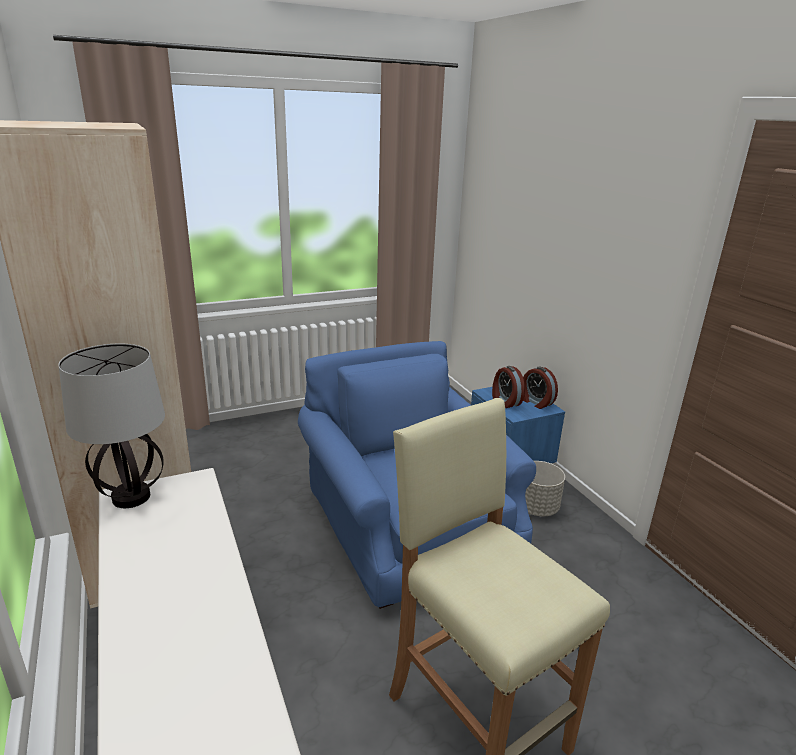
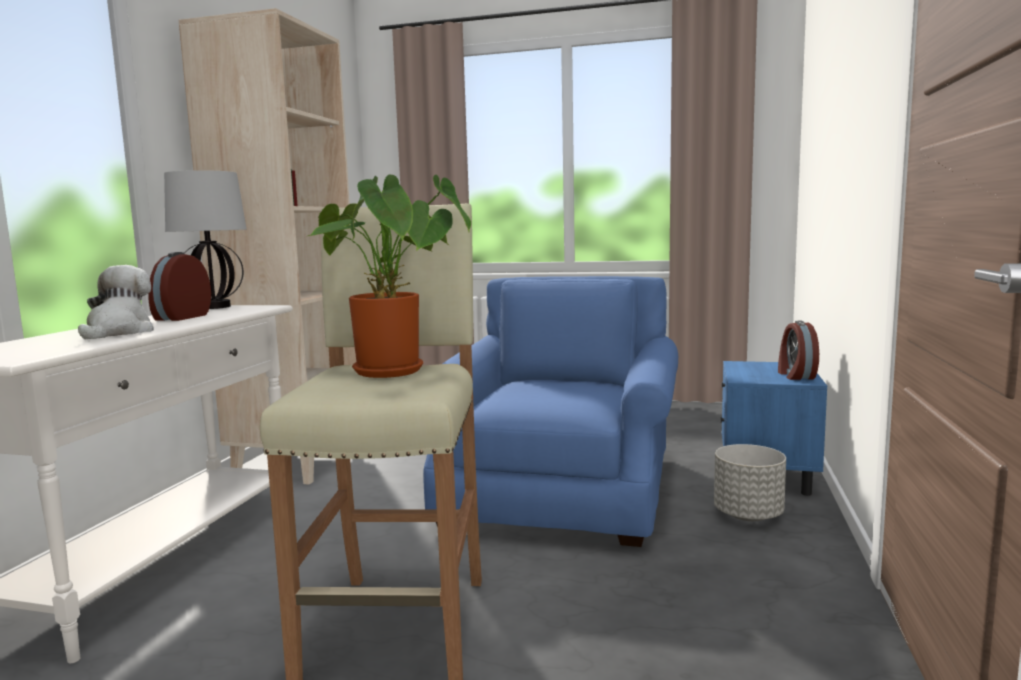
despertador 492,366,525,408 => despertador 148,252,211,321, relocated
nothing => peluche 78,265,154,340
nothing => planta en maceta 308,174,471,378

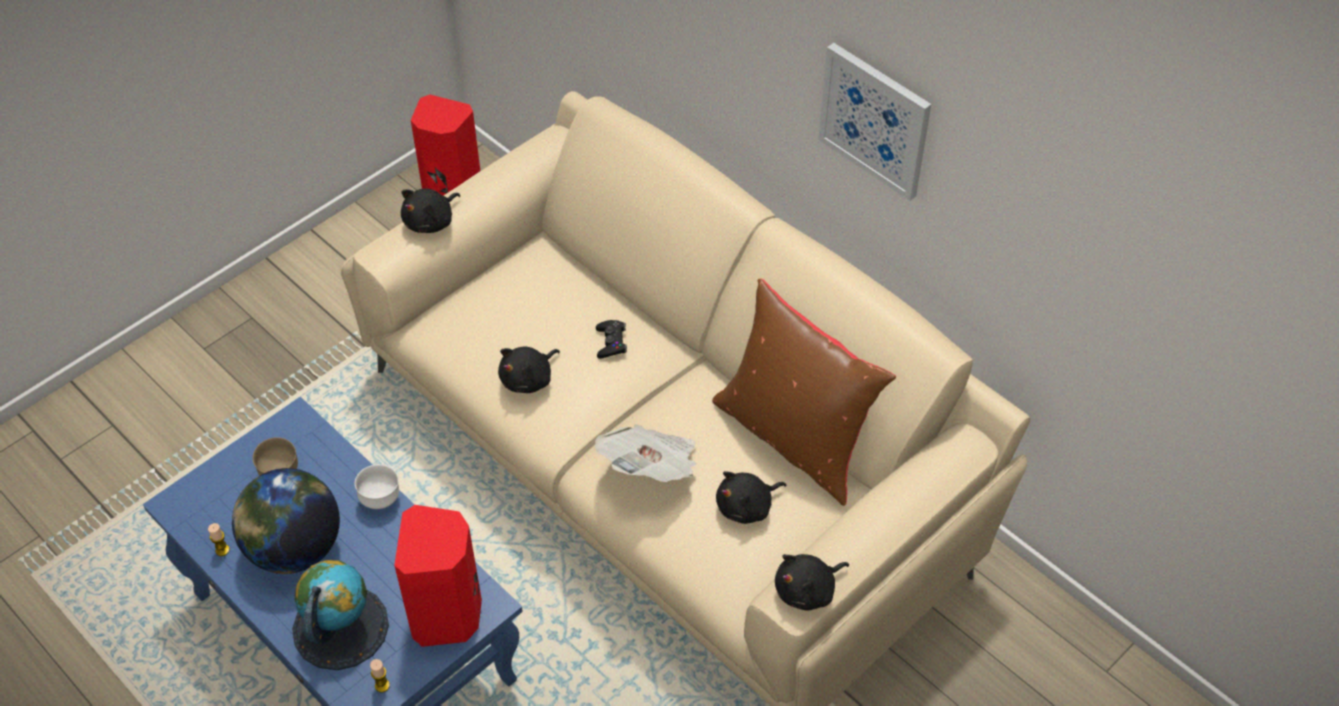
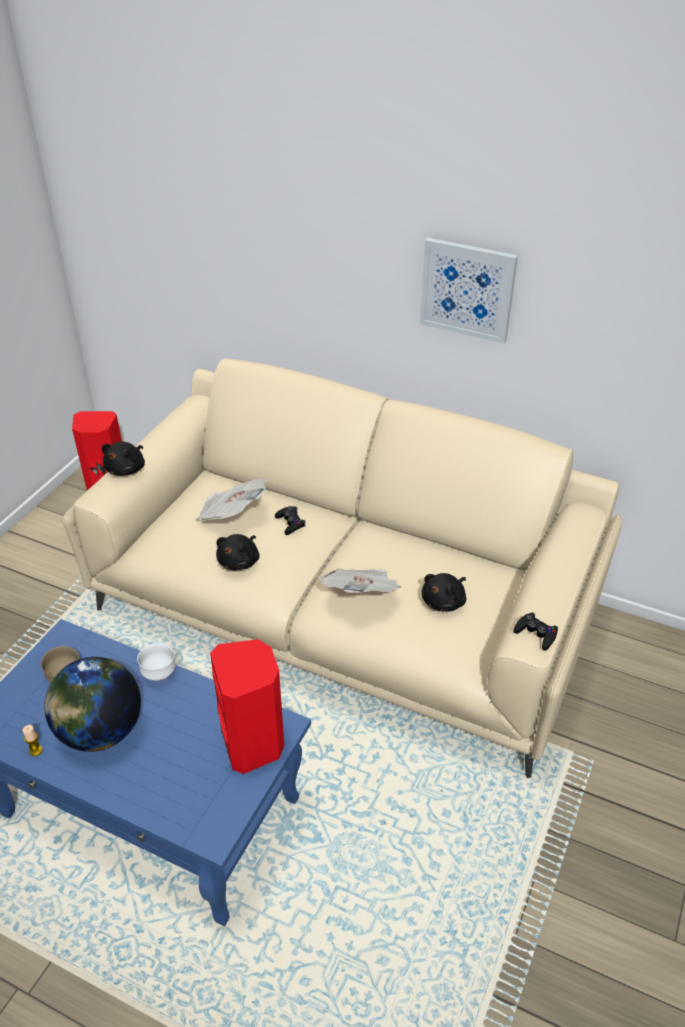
globo terráqueo 292,560,389,670 => nothing
vela 370,659,390,692 => nothing
cojín/marrón 712,279,896,506 => nothing
peluche/negro 775,554,849,611 => mando de consola/negro 514,612,558,651
nothing => periódico 196,479,267,521

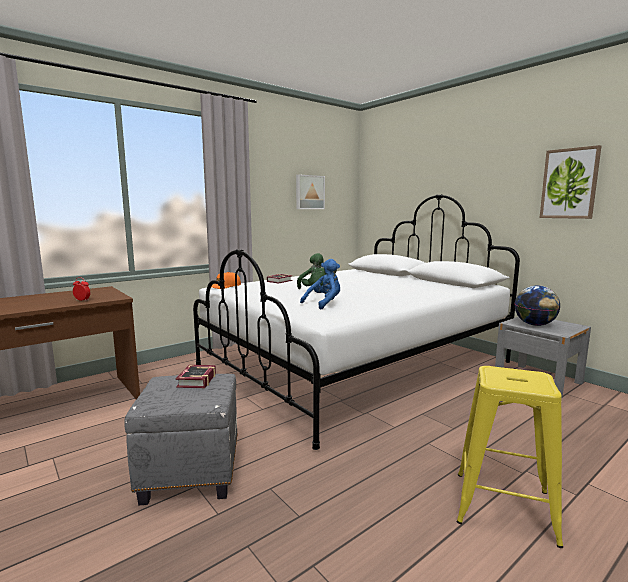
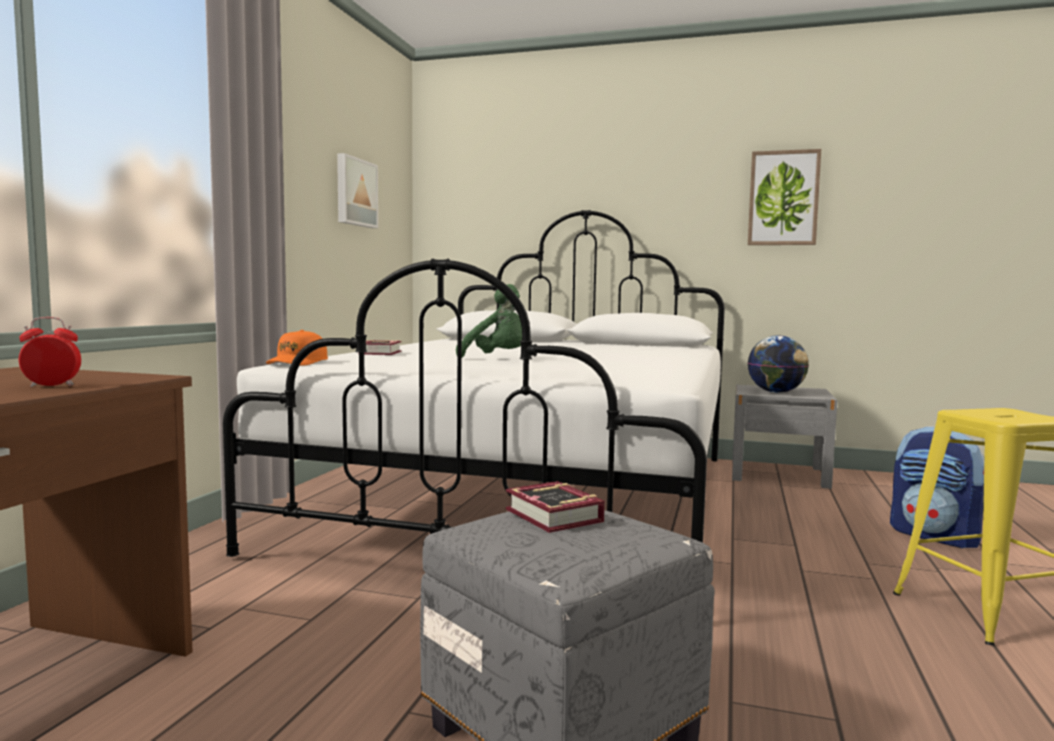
peluche/azul 300,259,340,309 => nothing
nothing => mochila 890,426,984,548

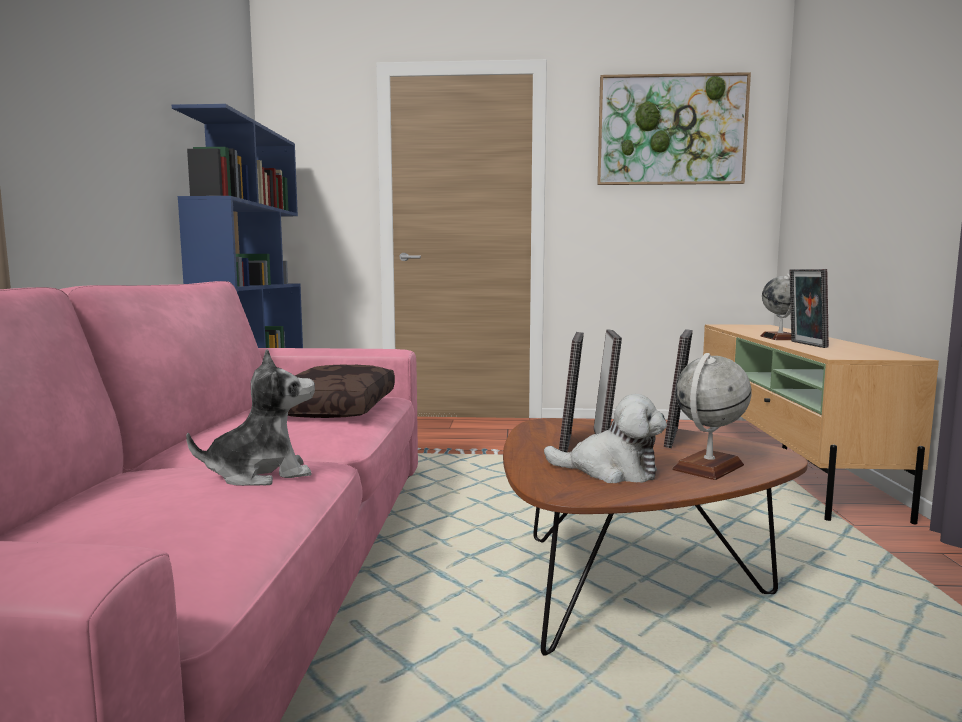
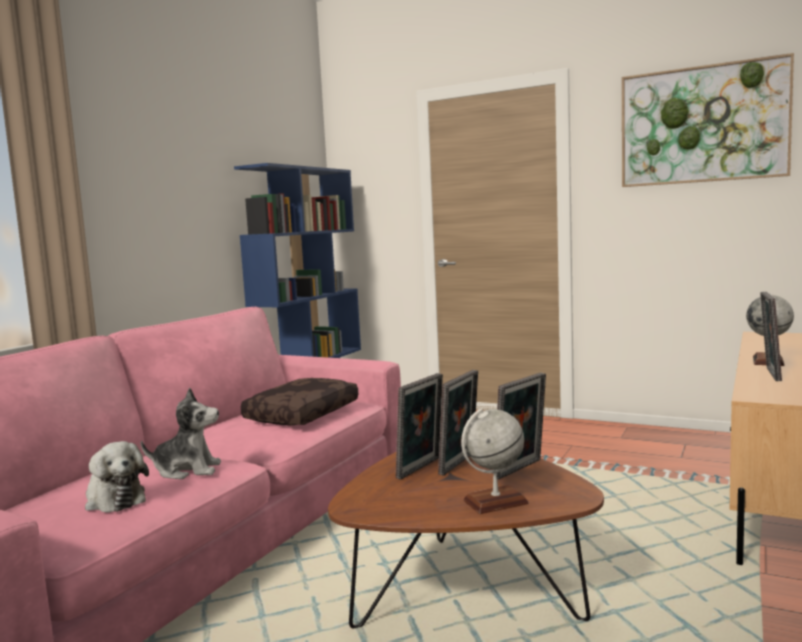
peluche 544,394,667,483 => peluche 85,441,149,513, relocated

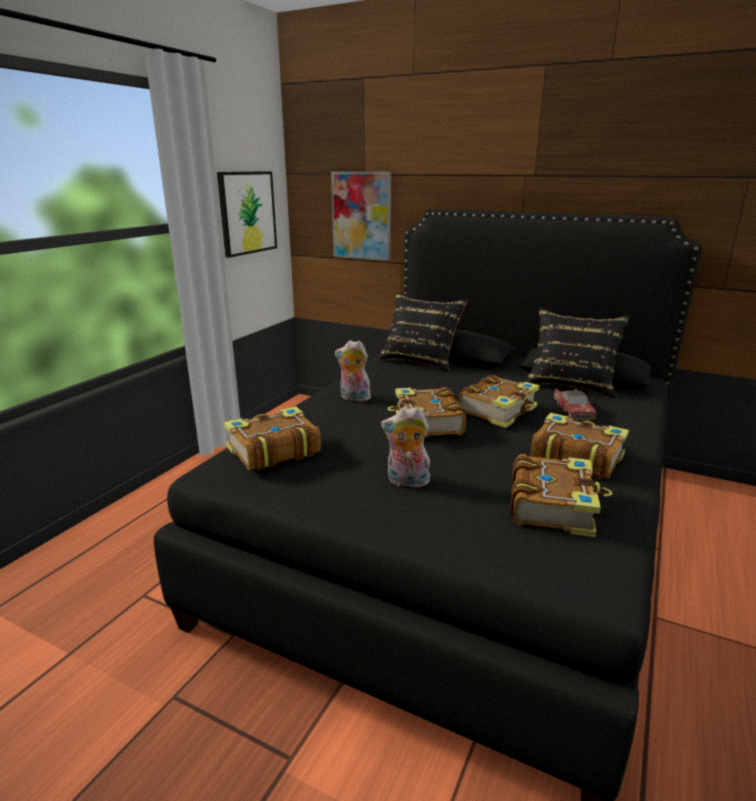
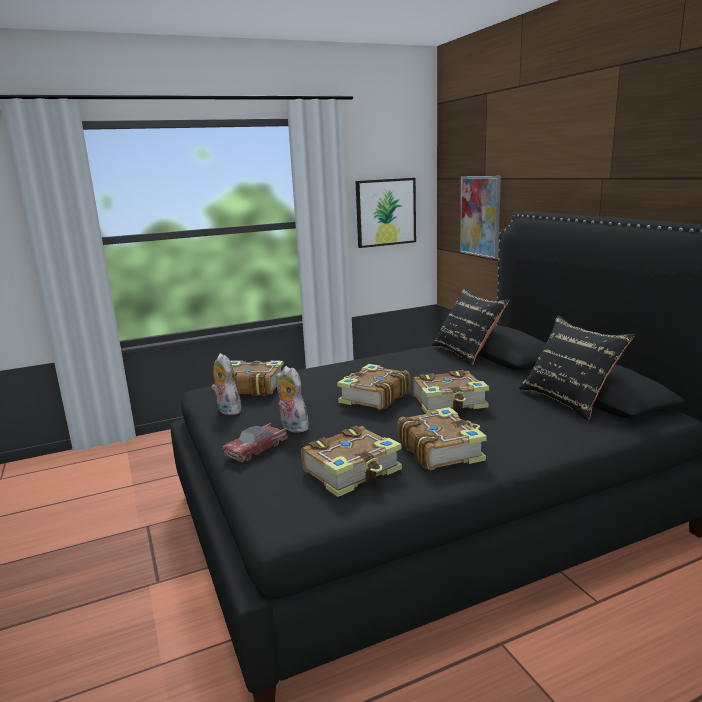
peluche 335,340,374,403 => peluche 211,353,241,415, relocated
coche de juguete 554,389,597,420 => coche de juguete 222,423,288,462, relocated

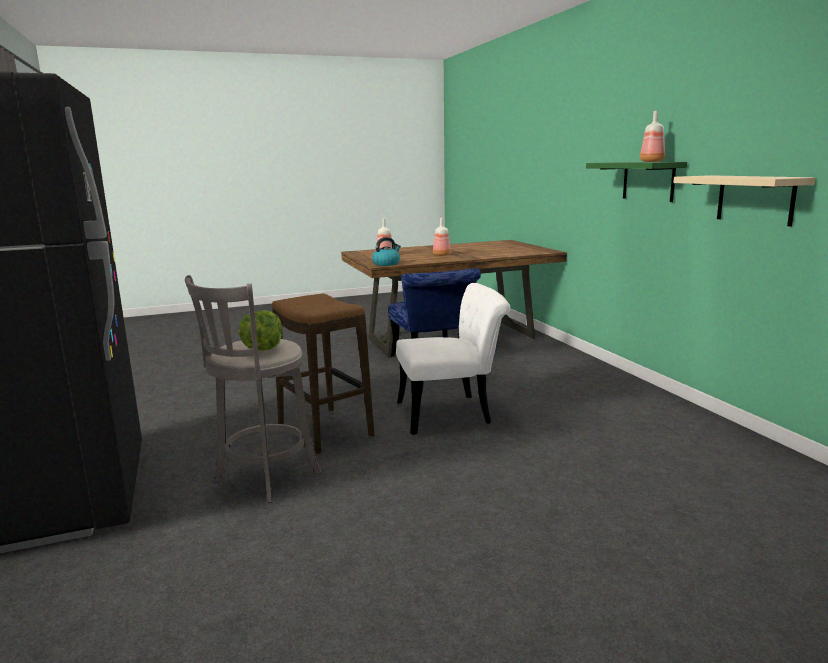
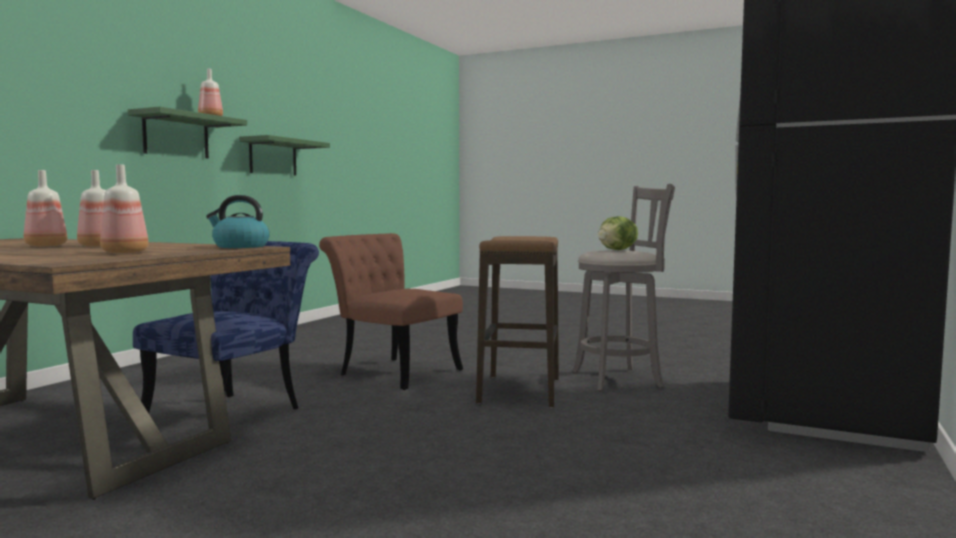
silla/blanco 396,283,511,435 => silla/marrón 319,233,463,390
estante/beis 673,175,816,226 => estante/verde 239,135,330,176
nothing => botella 24,170,67,247

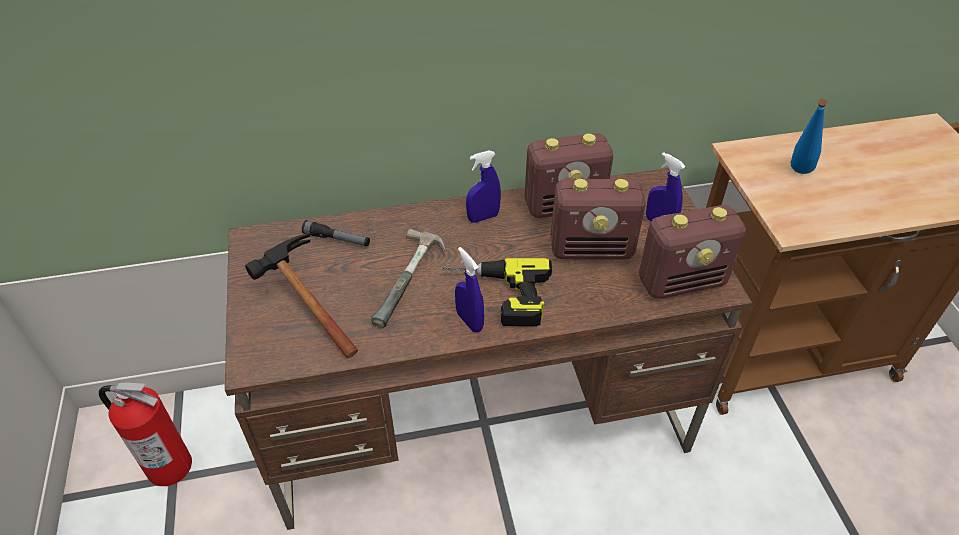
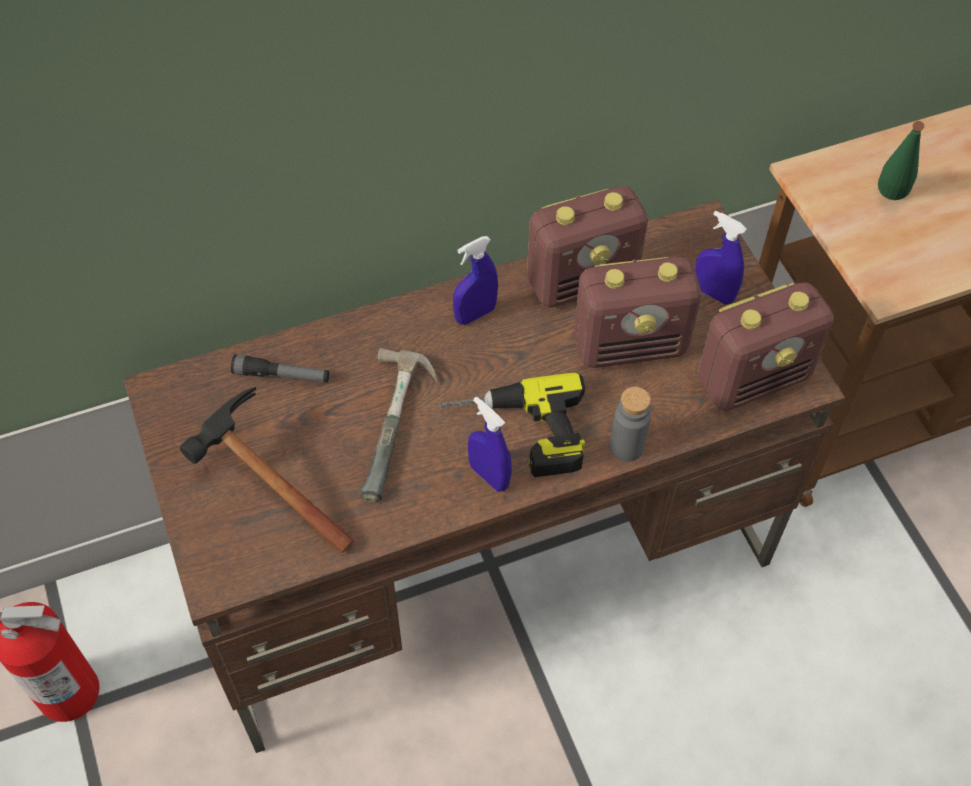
botella/azul 791,99,827,174 => botella/verde 878,121,924,200
nothing => botella/gris 610,387,651,462

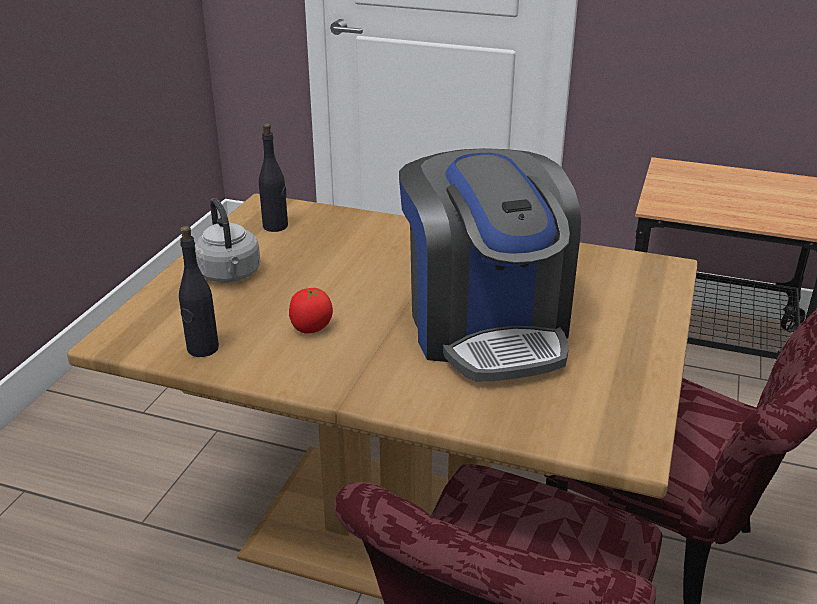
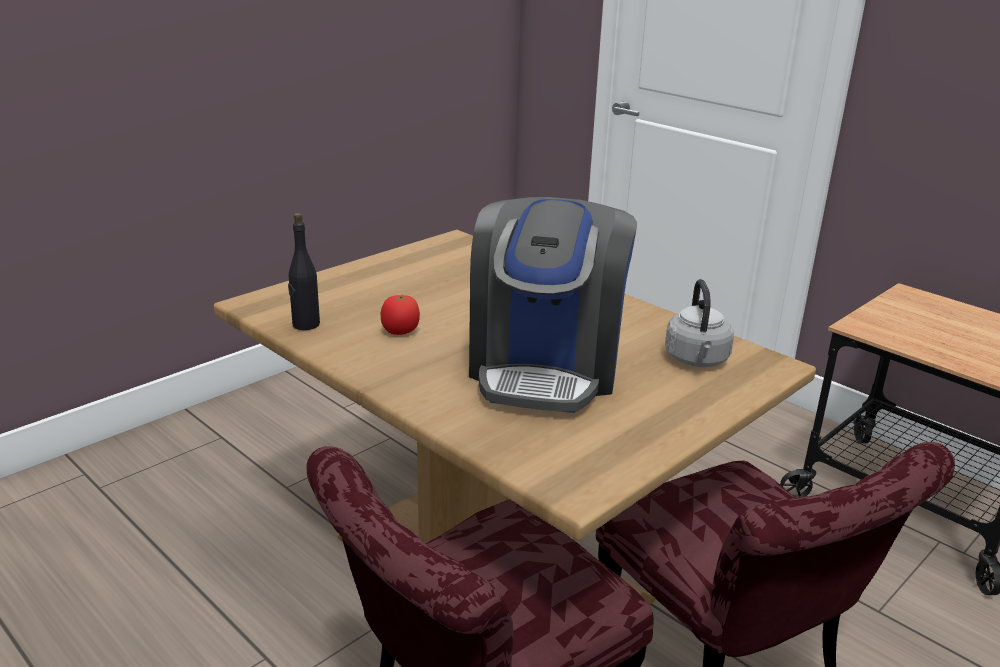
hervidor/gris 195,198,260,283 => hervidor/gris 665,279,734,367, relocated
botella/negro 259,123,288,232 => nothing

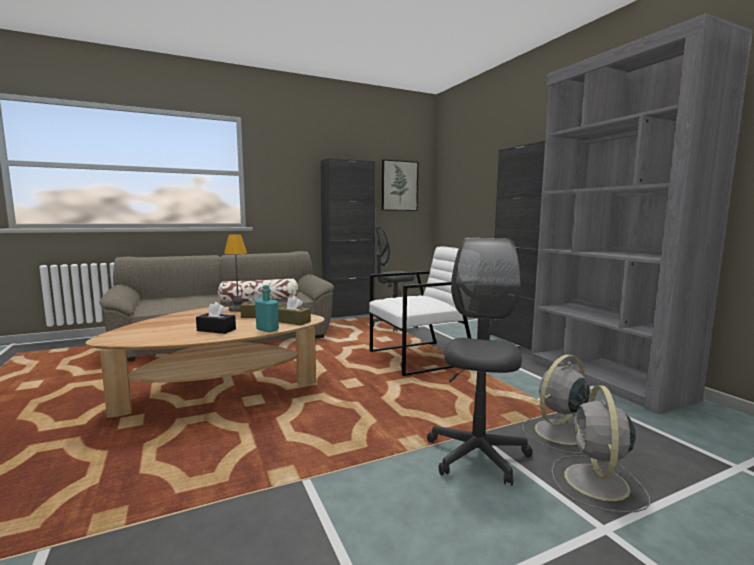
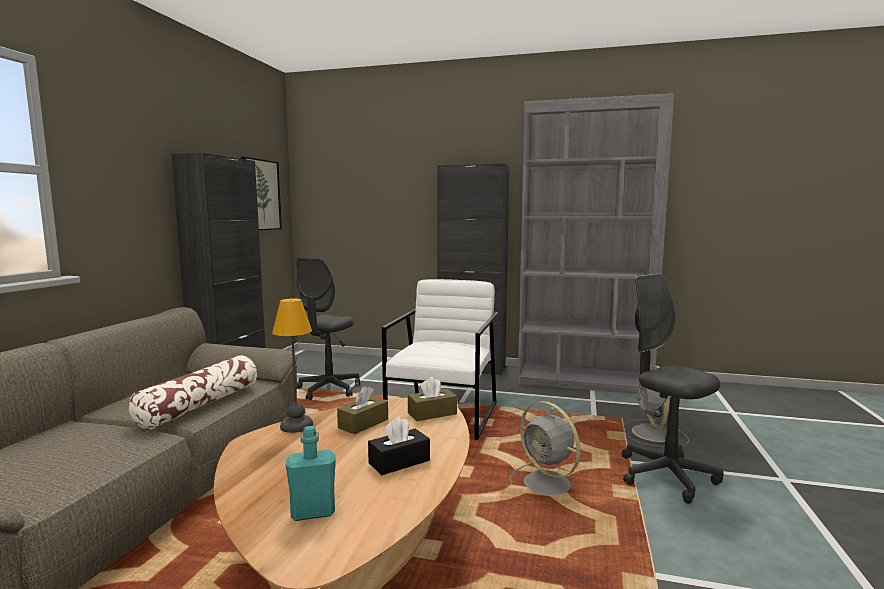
botella/turquesa 255,285,279,332 => botella/turquesa 286,426,336,521, relocated
ventilador/gris 551,385,650,513 => ventilador/gris 510,401,581,495, relocated

